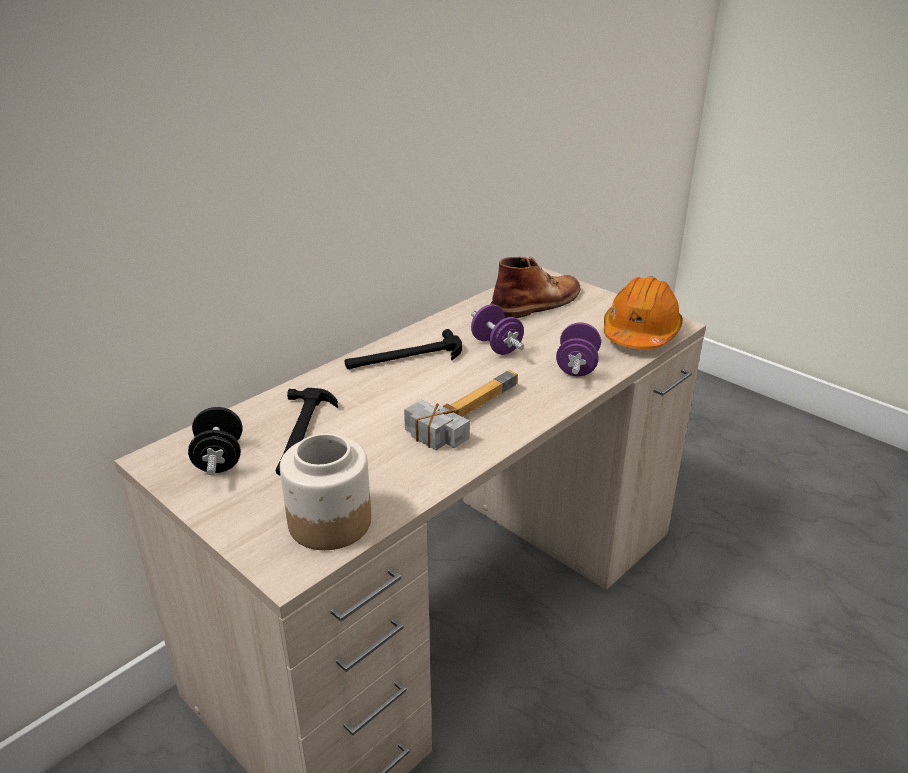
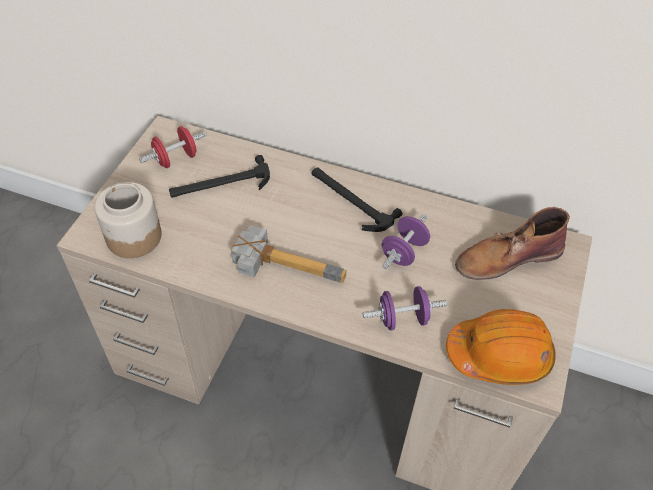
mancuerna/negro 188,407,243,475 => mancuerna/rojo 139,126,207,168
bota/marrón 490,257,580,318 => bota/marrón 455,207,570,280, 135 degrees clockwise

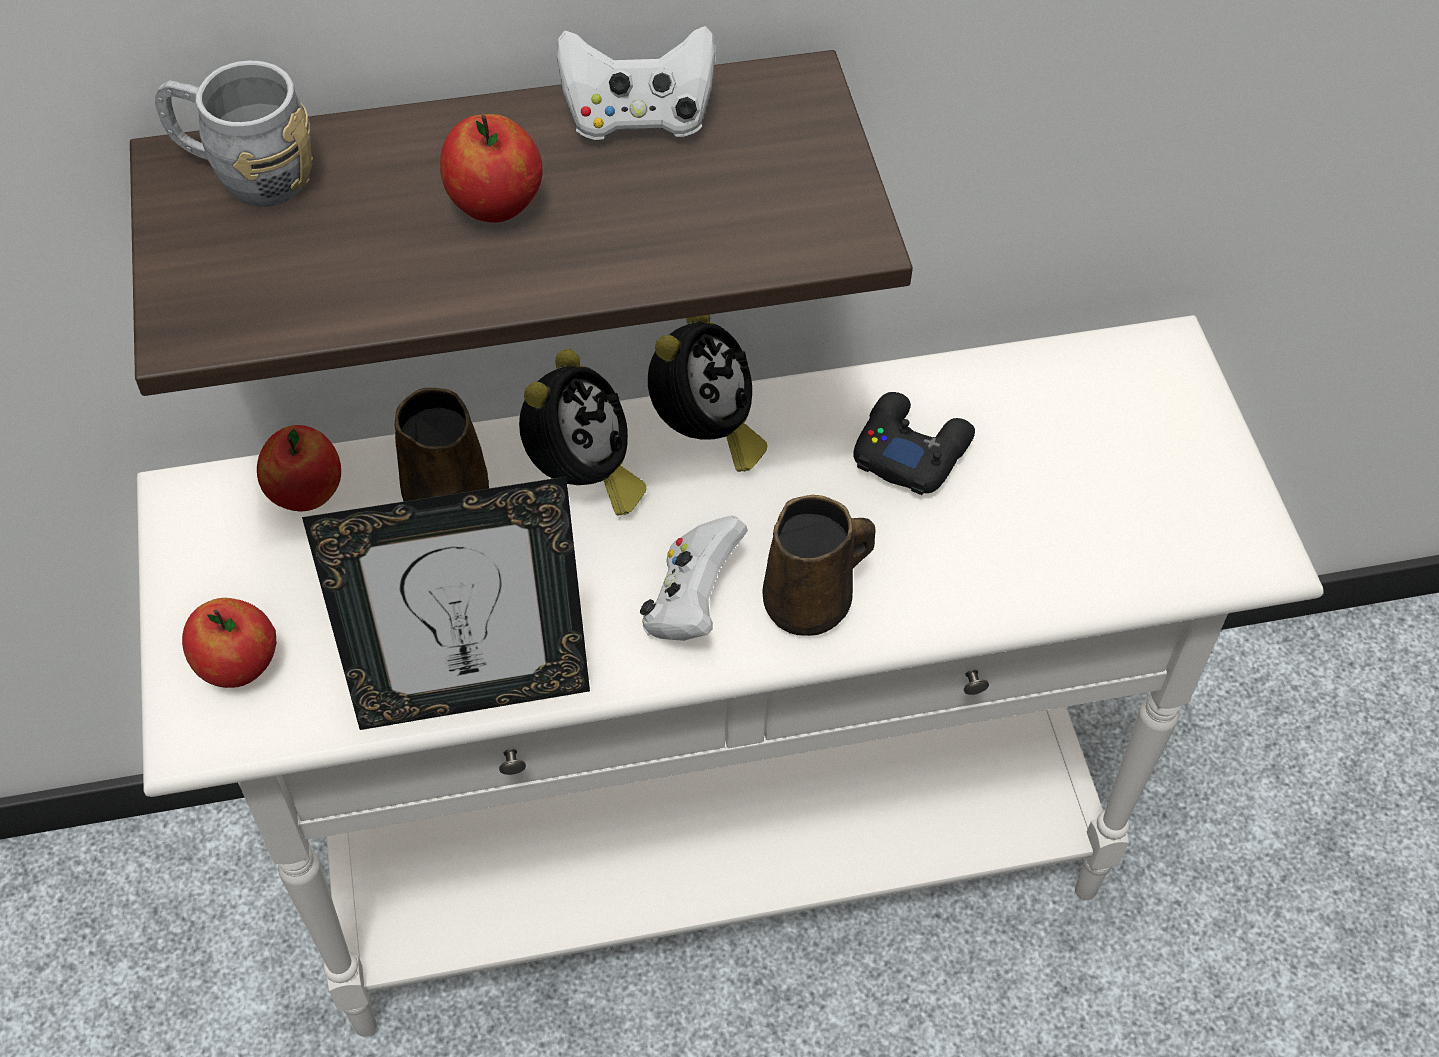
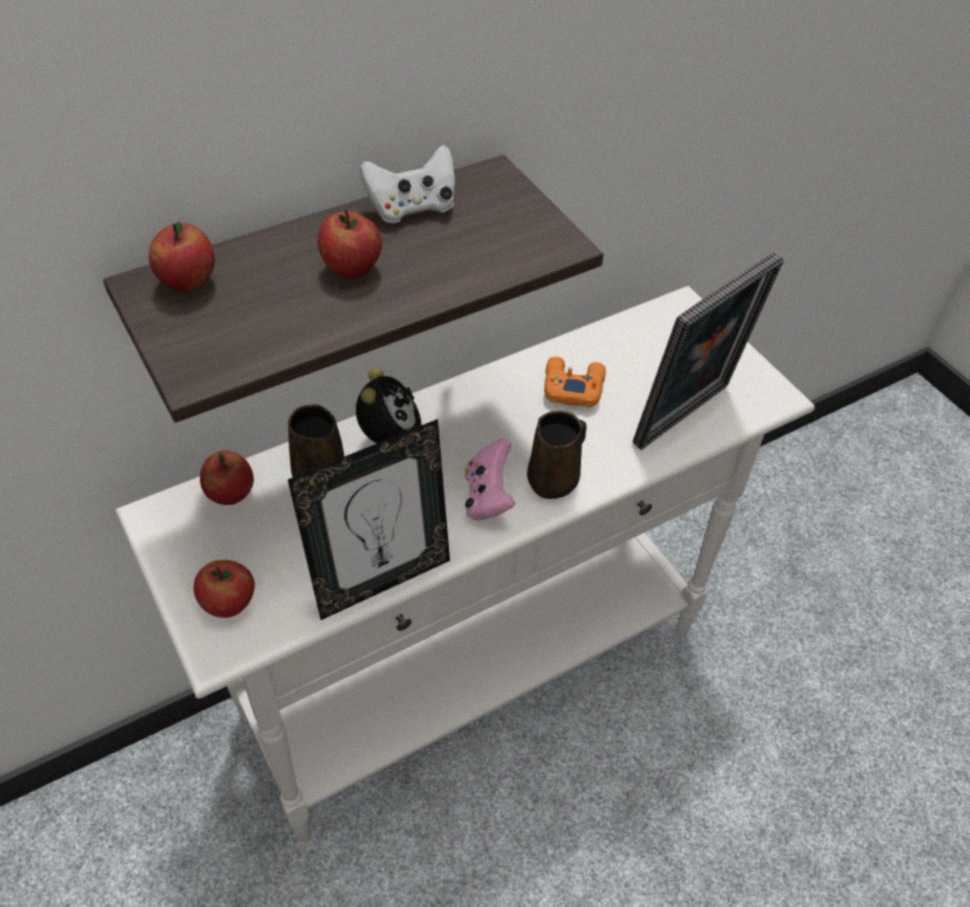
taza grande/gris 155,61,313,207 => manzana 149,222,215,292
mando de consola/blanco 640,515,748,641 => mando de consola/rosa 465,439,516,520
despertador 648,315,768,472 => nothing
mando de consola/negro 853,392,975,495 => mando de consola/naranja 544,357,606,407
nothing => portarretratos 632,253,784,450

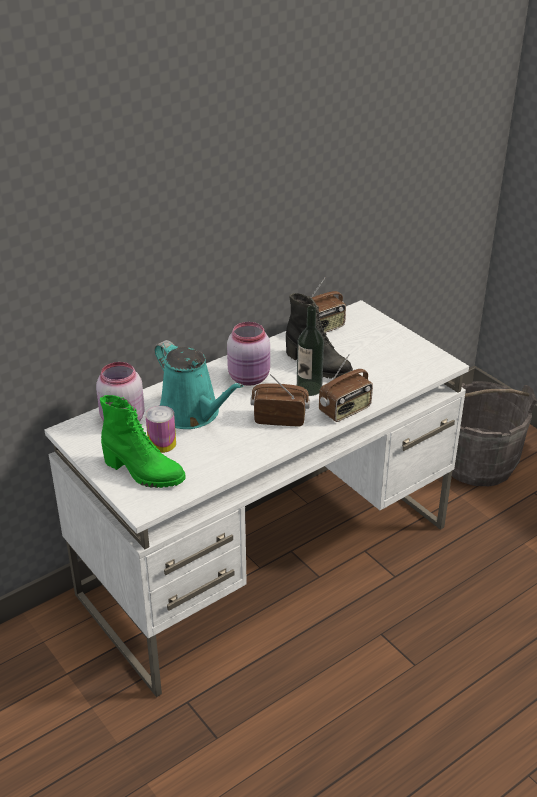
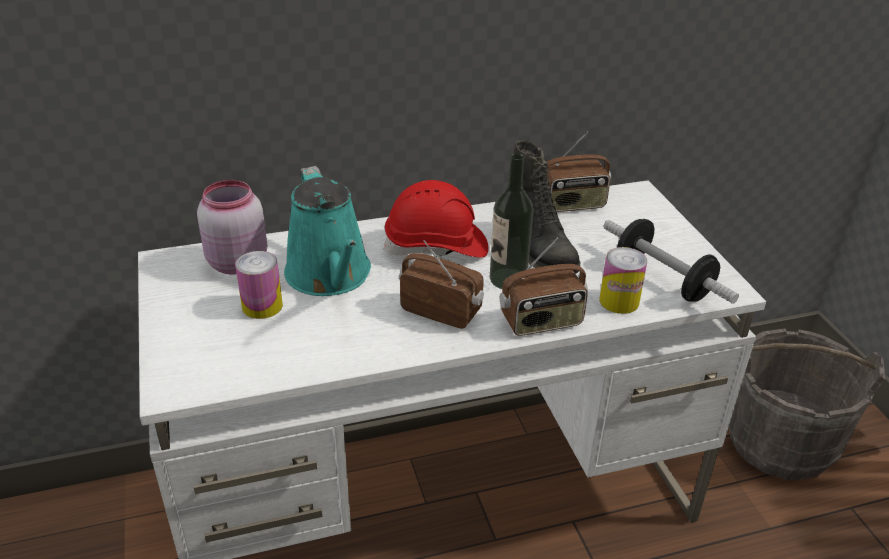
bota/verde 100,395,186,488 => nothing
tarro/rosa 227,322,270,386 => casco/rojo 384,180,489,258
nothing => lata 600,247,647,314
nothing => mancuerna 603,219,739,304

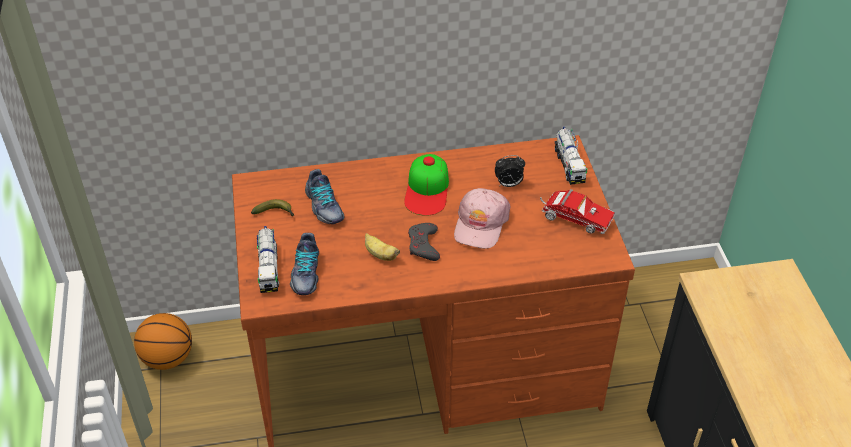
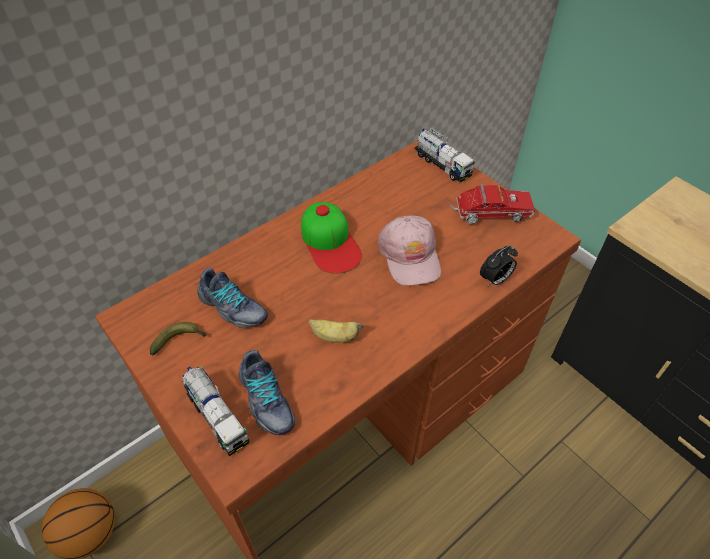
mando de consola/gris 408,223,440,261 => nothing
despertador 495,155,525,187 => despertador 480,245,518,286, relocated

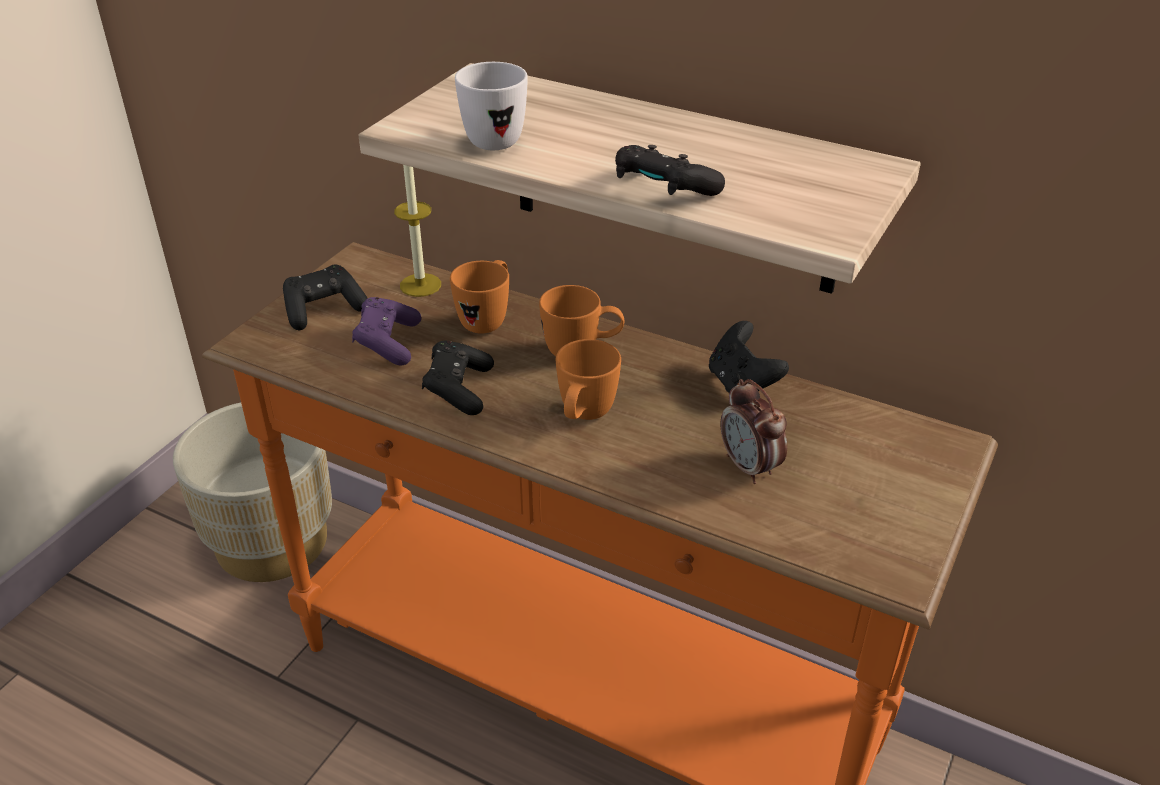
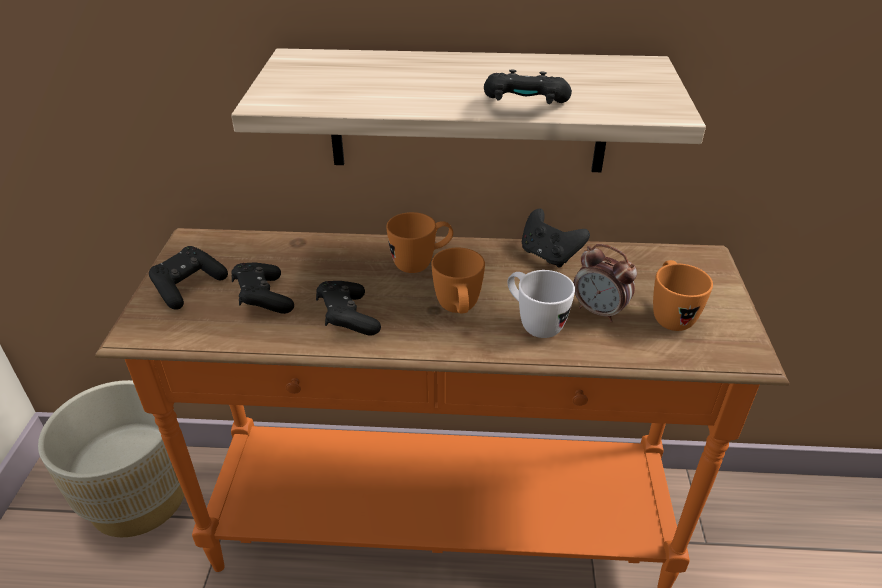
mando de consola/morado 352,297,421,365 => mando de consola/negro 231,262,294,314
vela 394,165,441,297 => nothing
taza grande/naranja 450,260,509,333 => taza grande/naranja 653,260,713,331, relocated
taza grande/blanco 455,62,528,150 => taza grande/blanco 507,270,575,338, relocated

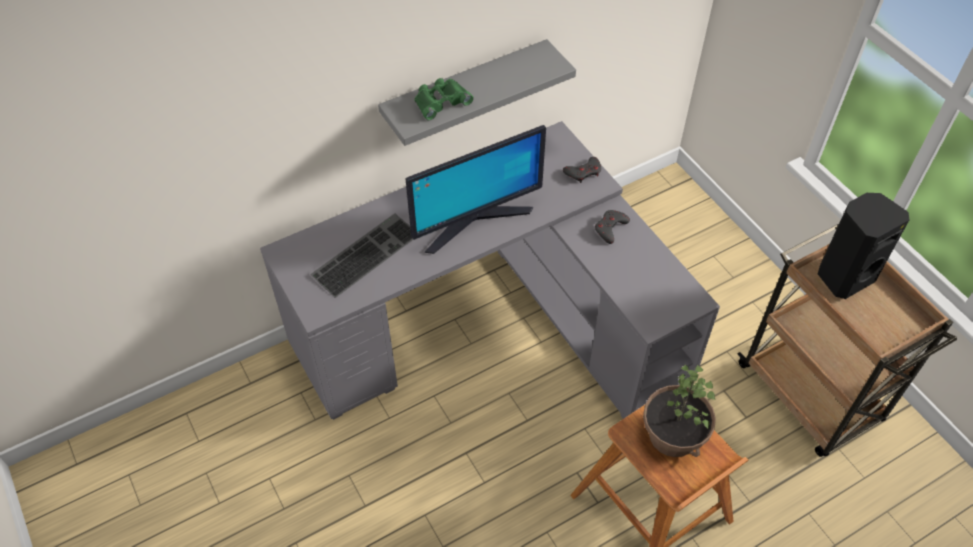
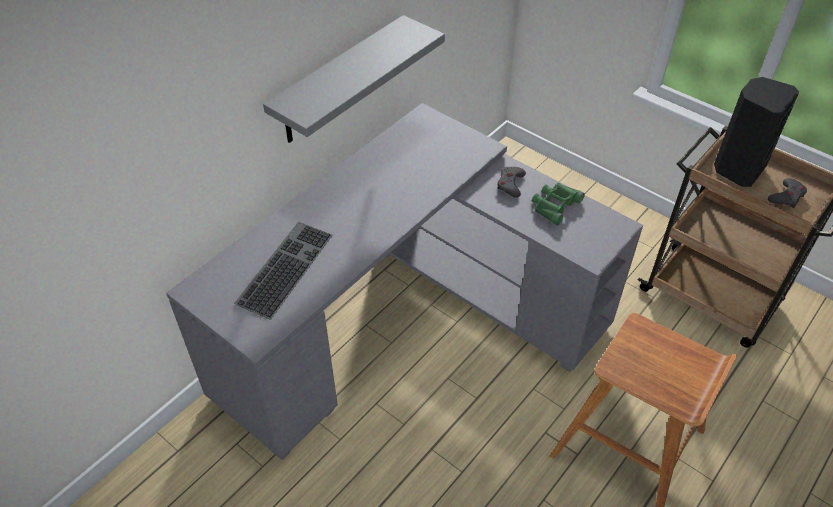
monitor 406,125,546,254 => nothing
prismáticos/verde 414,78,474,120 => prismáticos/verde 532,183,585,225, relocated
mando de consola/gris 563,157,601,183 => mando de consola/gris 768,178,807,208, relocated
planta en maceta 643,364,716,457 => nothing

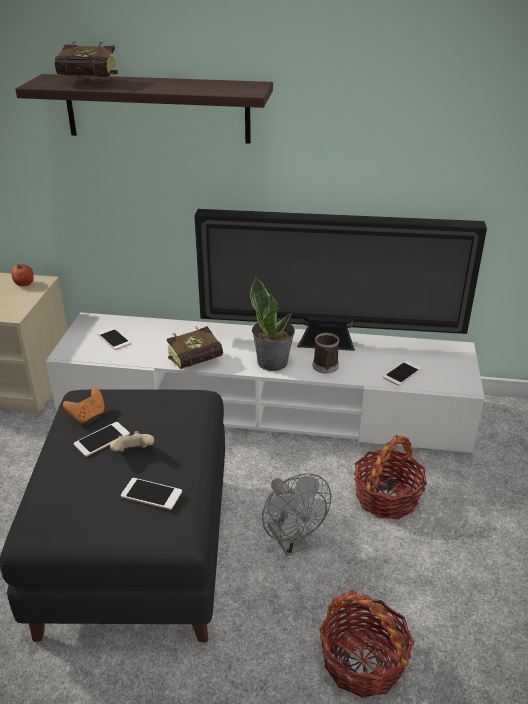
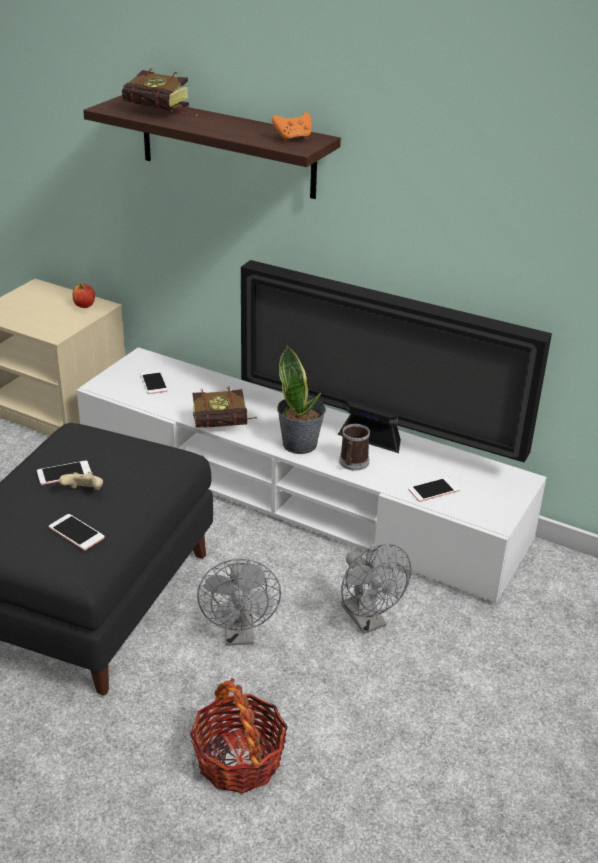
mando de consola/naranja 63,387,105,423 => mando de consola/naranja 272,112,312,142, relocated
cesta 354,435,427,519 => ventilador/gris 341,544,411,634

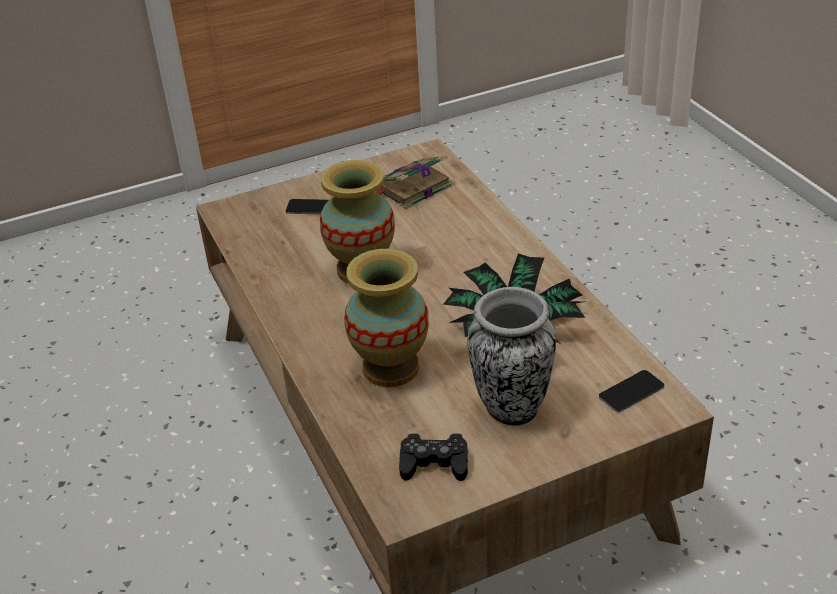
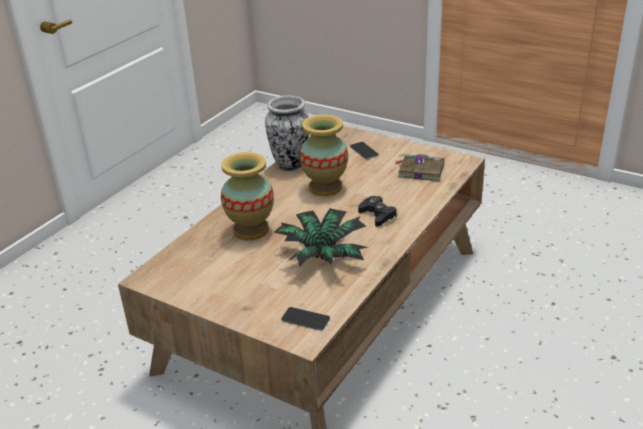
mando de consola/negro 399,433,468,481 => mando de consola/negro 358,196,397,227, relocated
florero 467,287,556,426 => florero 265,96,309,171, relocated

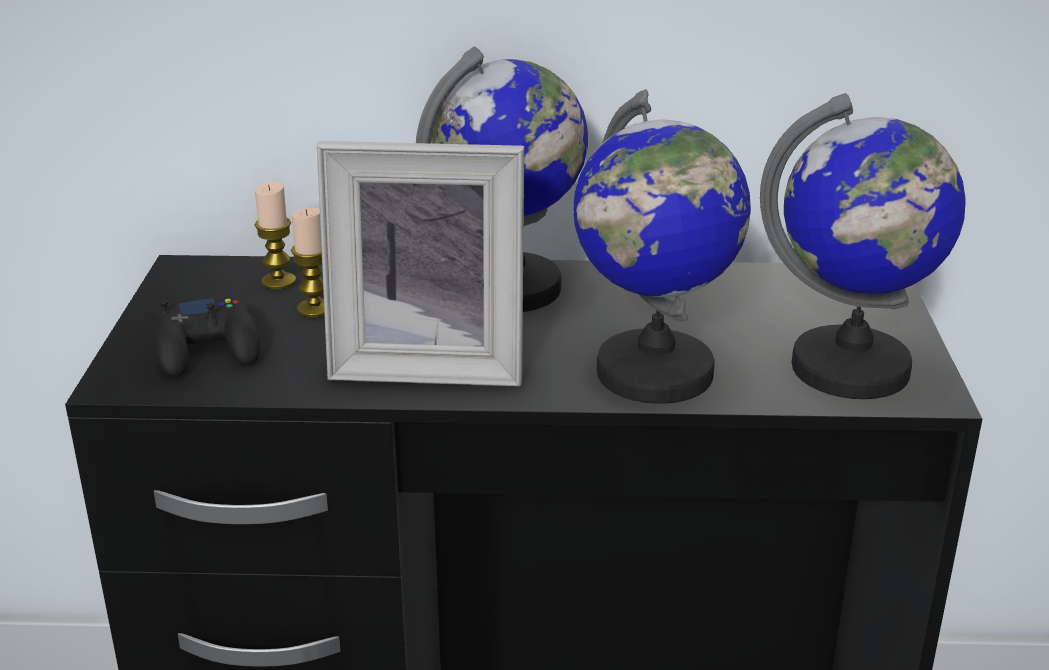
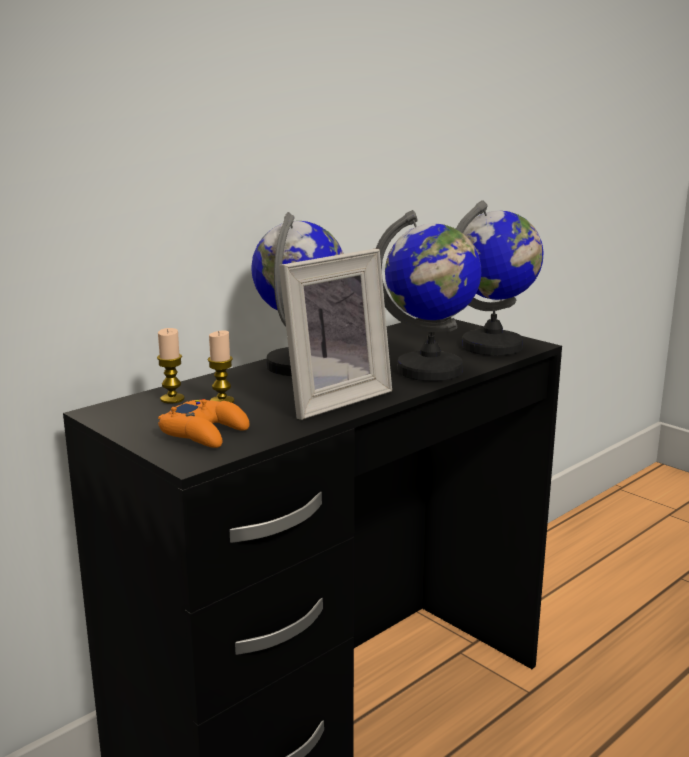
mando de consola/negro 153,296,260,377 => mando de consola/naranja 158,399,250,448

